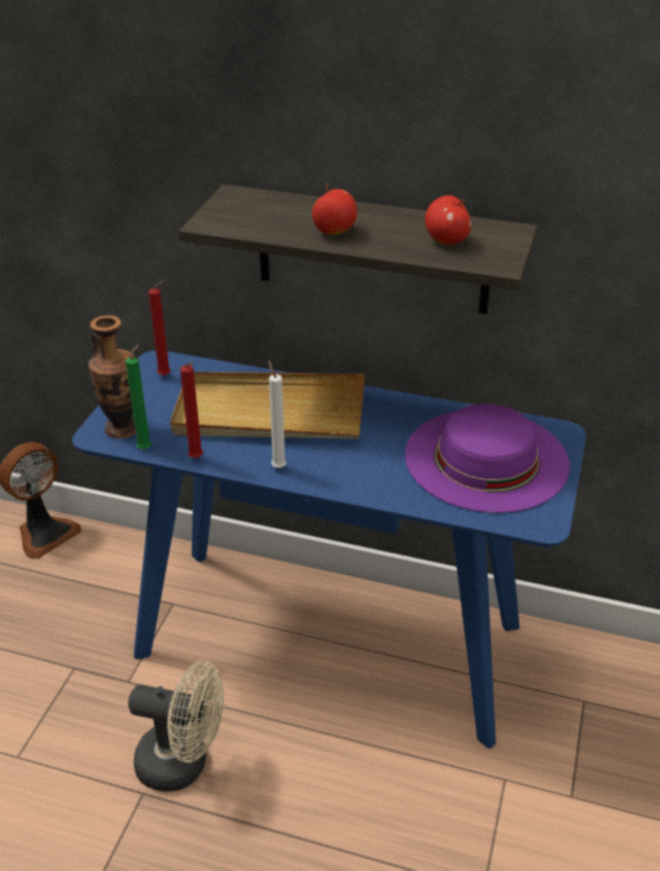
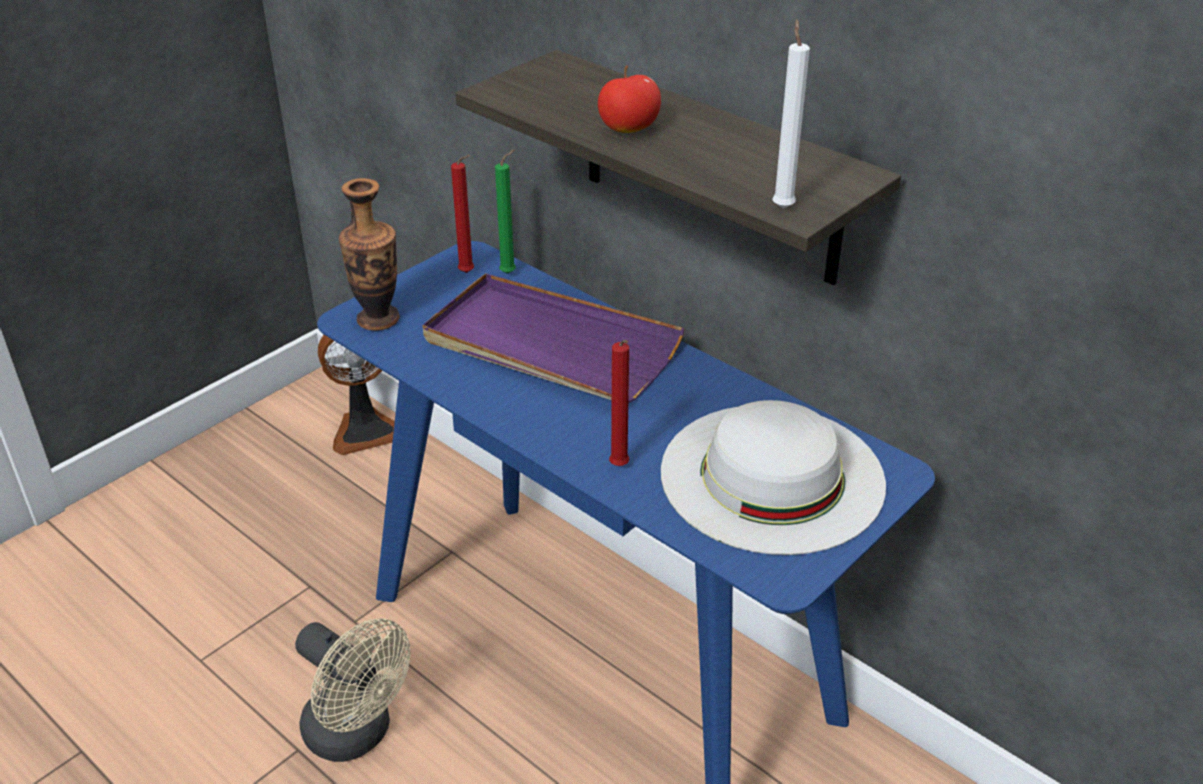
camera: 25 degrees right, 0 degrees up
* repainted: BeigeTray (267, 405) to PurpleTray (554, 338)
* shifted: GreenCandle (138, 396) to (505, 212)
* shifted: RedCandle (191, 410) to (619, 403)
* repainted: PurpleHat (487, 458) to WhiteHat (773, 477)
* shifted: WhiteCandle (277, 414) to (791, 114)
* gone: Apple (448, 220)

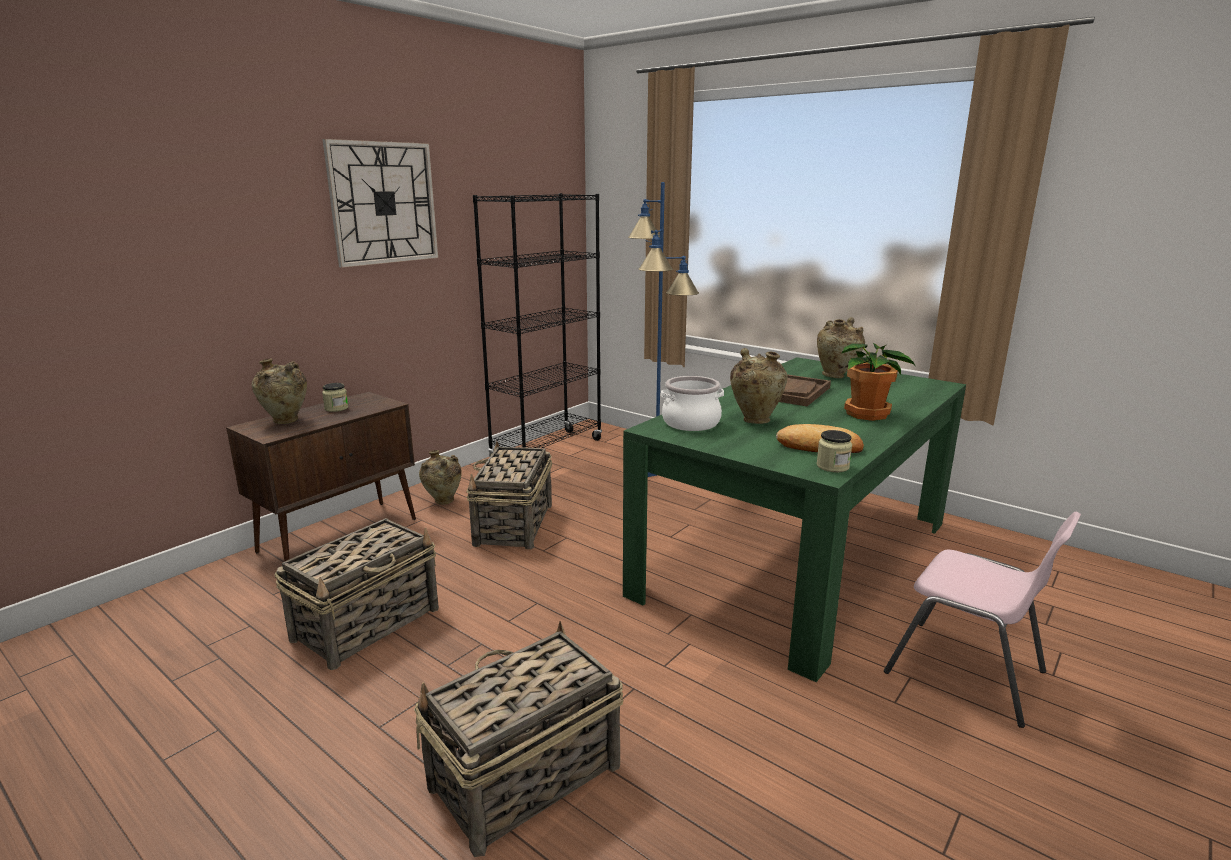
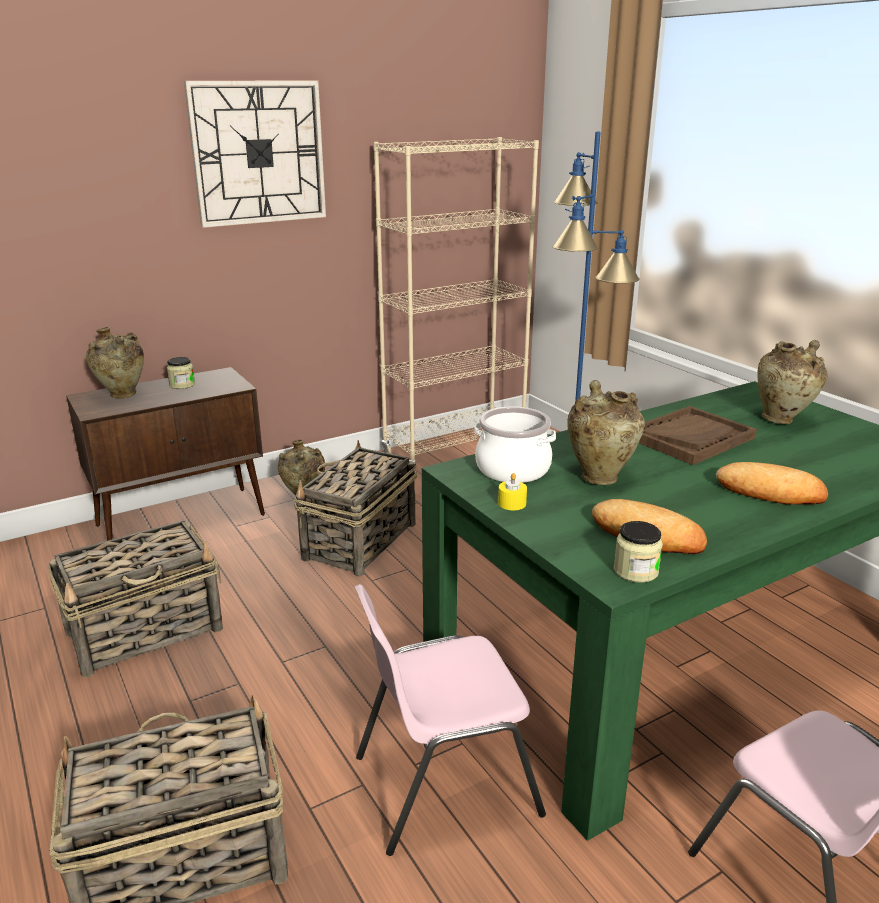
camera: 20 degrees right, 5 degrees up
* new: PinkChair (450, 720)
* repainted: BlackBookcase (537, 324) to BeigeBookcase (456, 304)
* new: YellowCandle (512, 491)
* swapped: PottedPlant (879, 382) to Bread (772, 483)

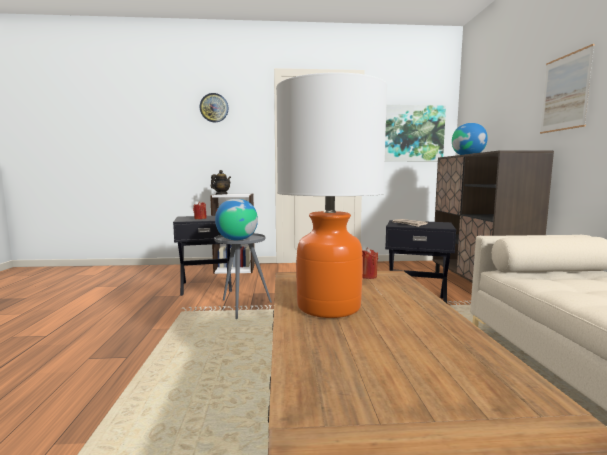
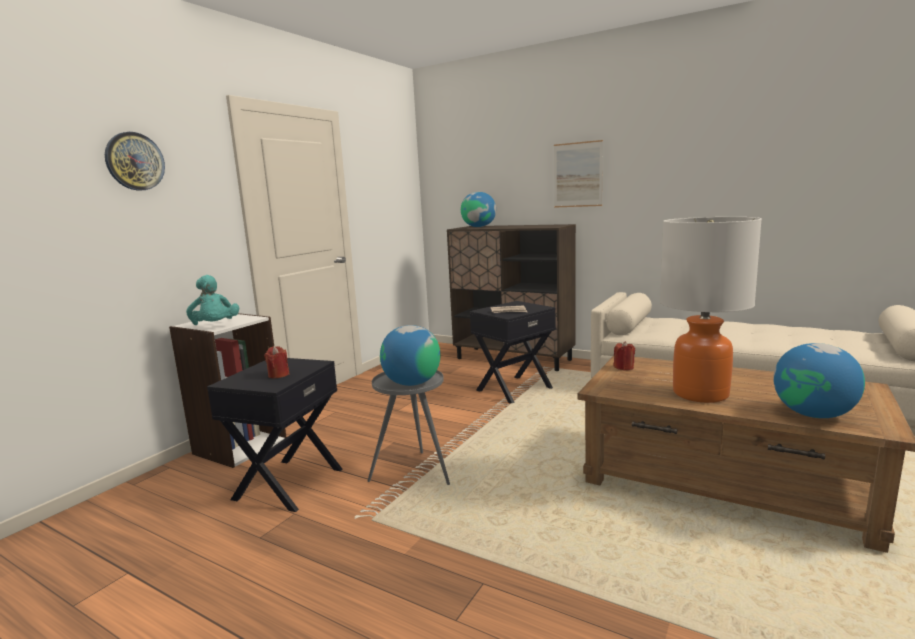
camera: 55 degrees left, 5 degrees up
* swapped: Teapot (221, 182) to TurquoisePlushToy (212, 300)
* new: Globe (819, 380)
* gone: Picture (415, 133)

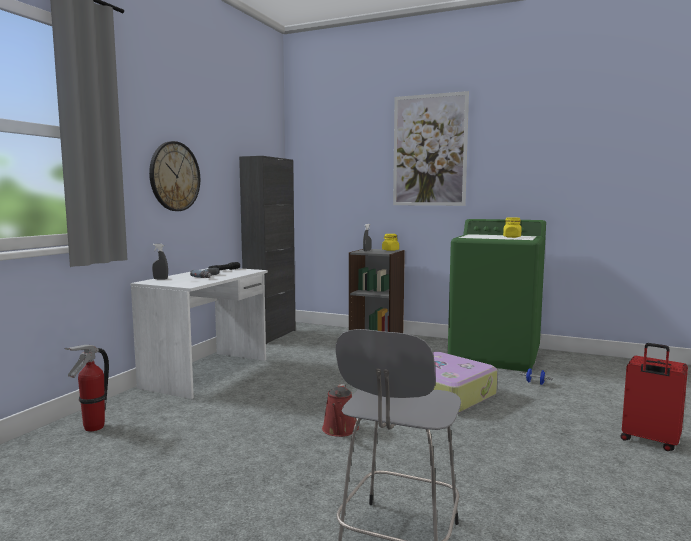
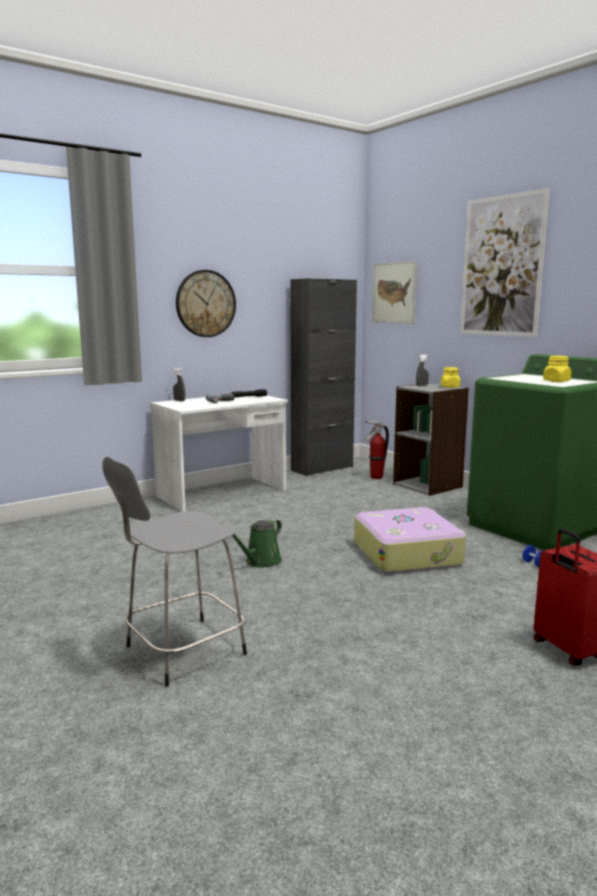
camera: 30 degrees right, 5 degrees up
* repainted: RedWateringCan (340, 410) to GreenWateringCan (257, 543)
* shifted: FireExtinguisher (86, 388) to (377, 450)
* new: Picture (394, 292)

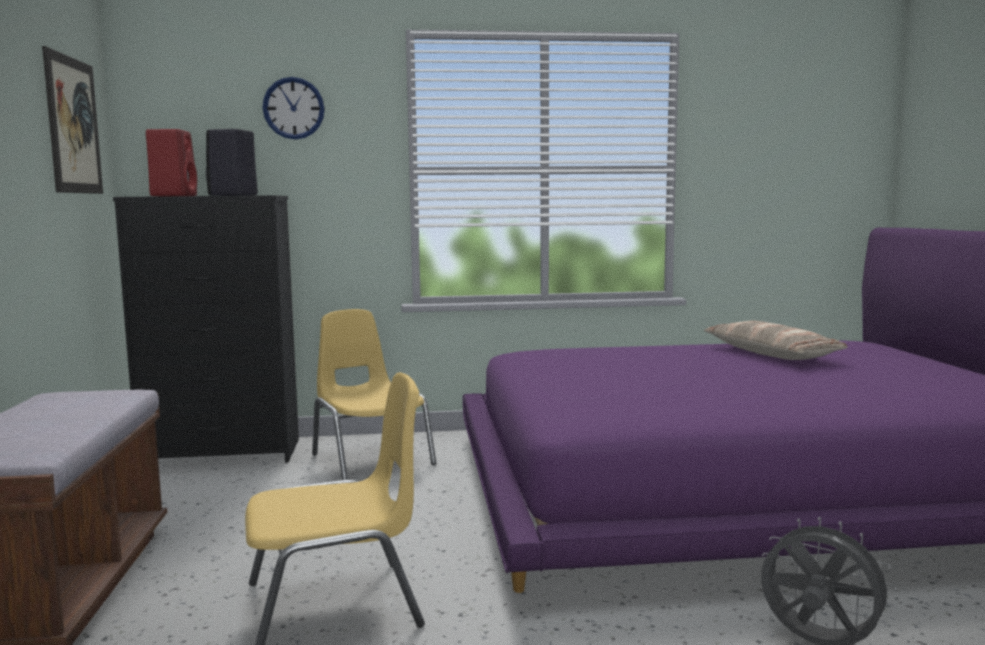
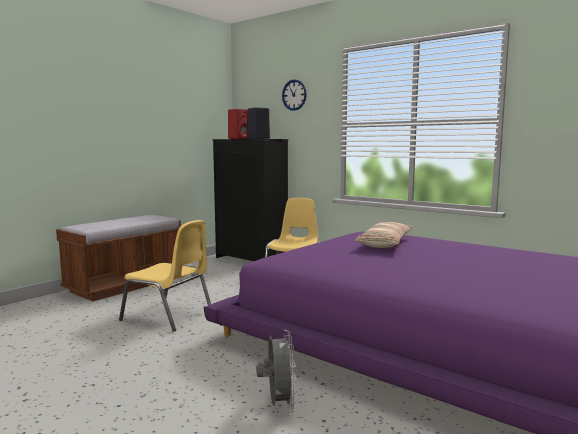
camera: 45 degrees right, 0 degrees up
* shifted: Pillow (775, 340) to (384, 235)
* gone: Picture (72, 120)

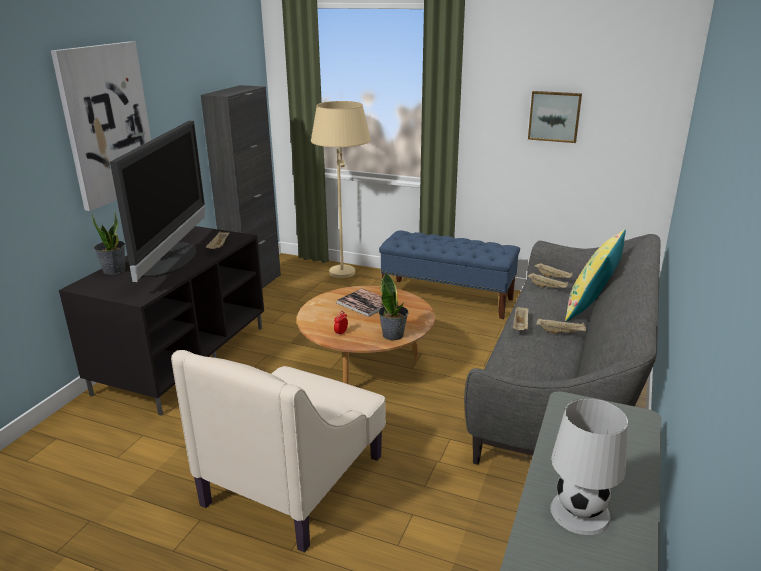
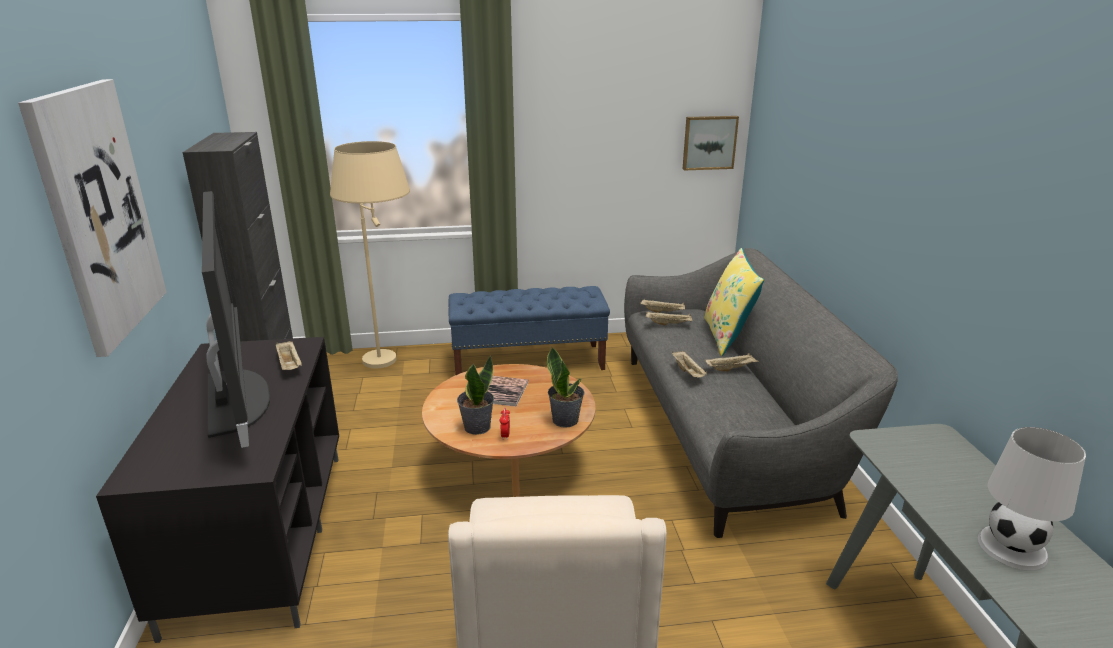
camera: 30 degrees left, 0 degrees up
* shifted: PottedPlant (108, 243) to (475, 395)
* shifted: Picture (555, 117) to (711, 143)

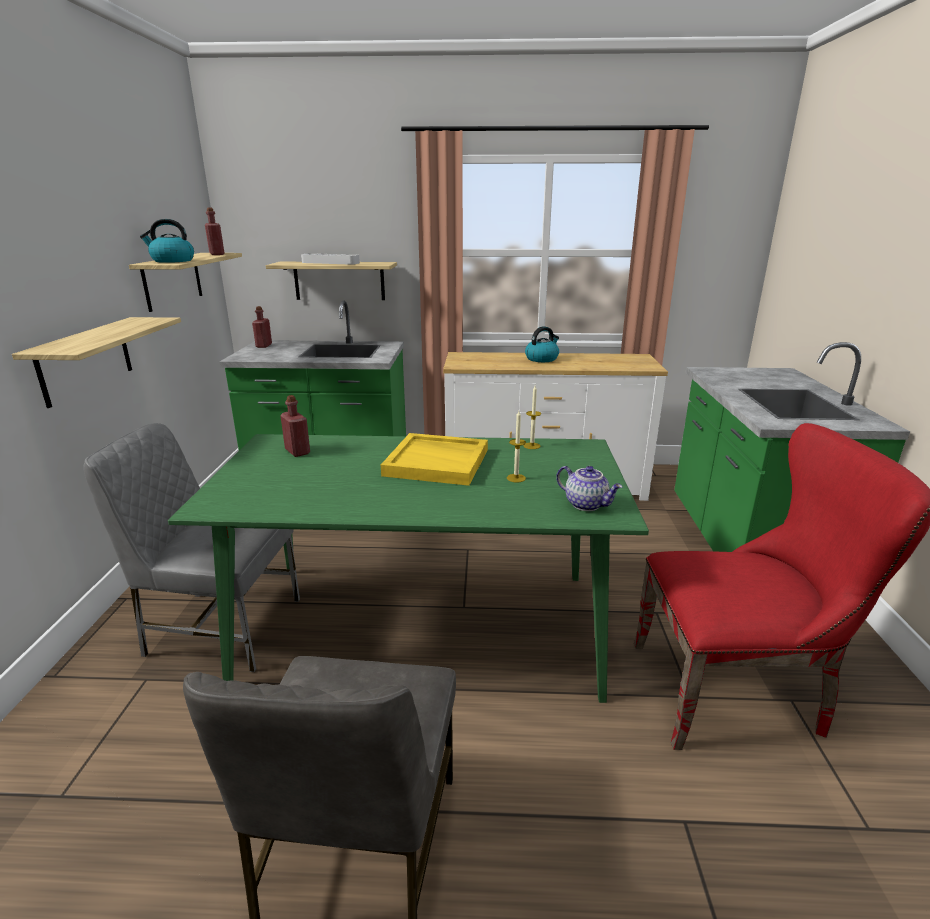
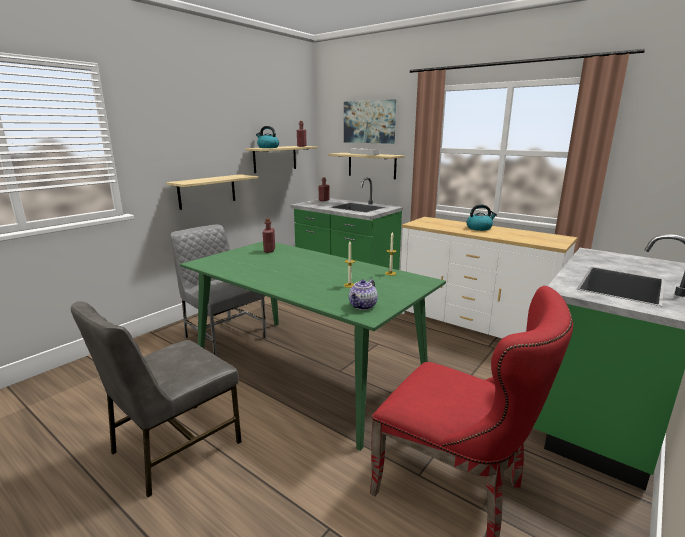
camera: 35 degrees right, 5 degrees down
* new: Picture (370, 121)
* rotated: Teapot (589, 488) = (363, 294) 45 degrees clockwise
* gone: YellowTray (434, 459)

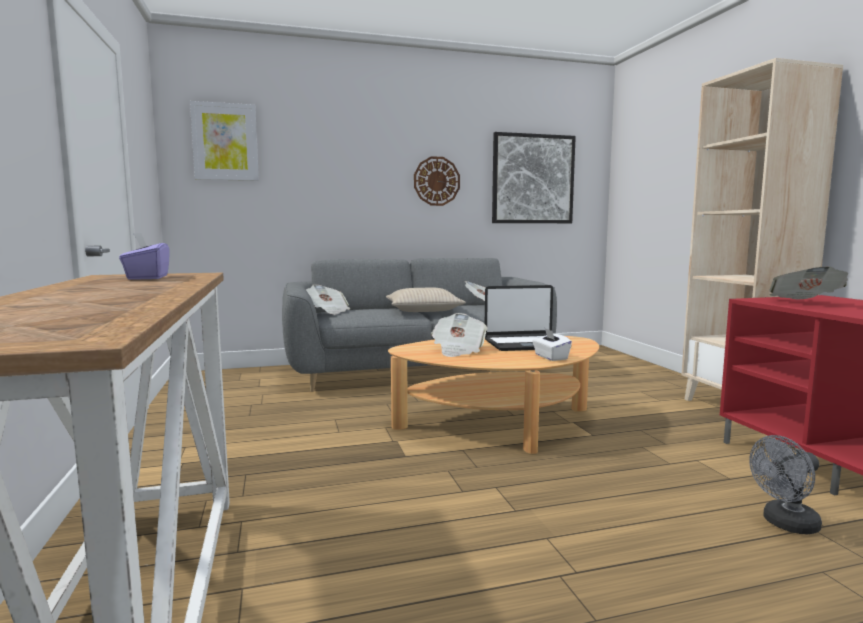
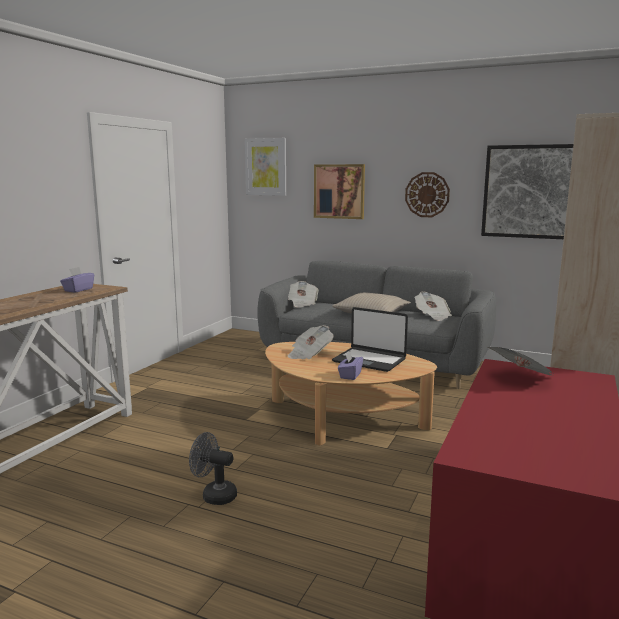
camera: 40 degrees right, 5 degrees up
* shifted: GreyFan (785, 485) to (213, 468)
* new: Picture (339, 191)
* repainted: WhiteTissueBox (552, 344) to PurpleTissueBox (350, 365)

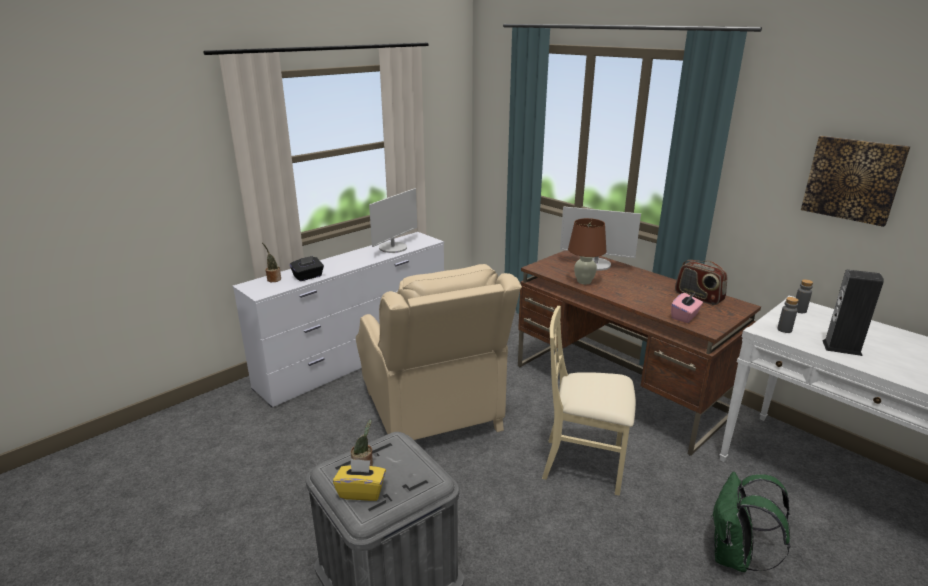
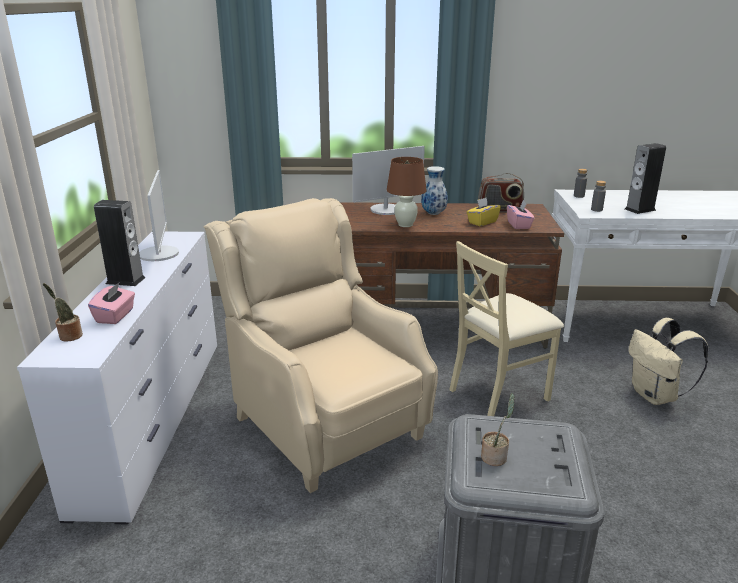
camera: 45 degrees left, 0 degrees up
* repainted: BlackTissueBox (307, 268) to PinkTissueBox (111, 303)
* new: Speaker (120, 243)
* rotated: BeigeArmchair (439, 352) = (320, 345) 150 degrees counterclockwise
* new: Vase (434, 190)
* shifted: YellowTissueBox (359, 479) to (484, 211)
* repainted: GreenBackpack (750, 522) to BeigeBackpack (668, 361)
* gone: Picture (855, 181)

